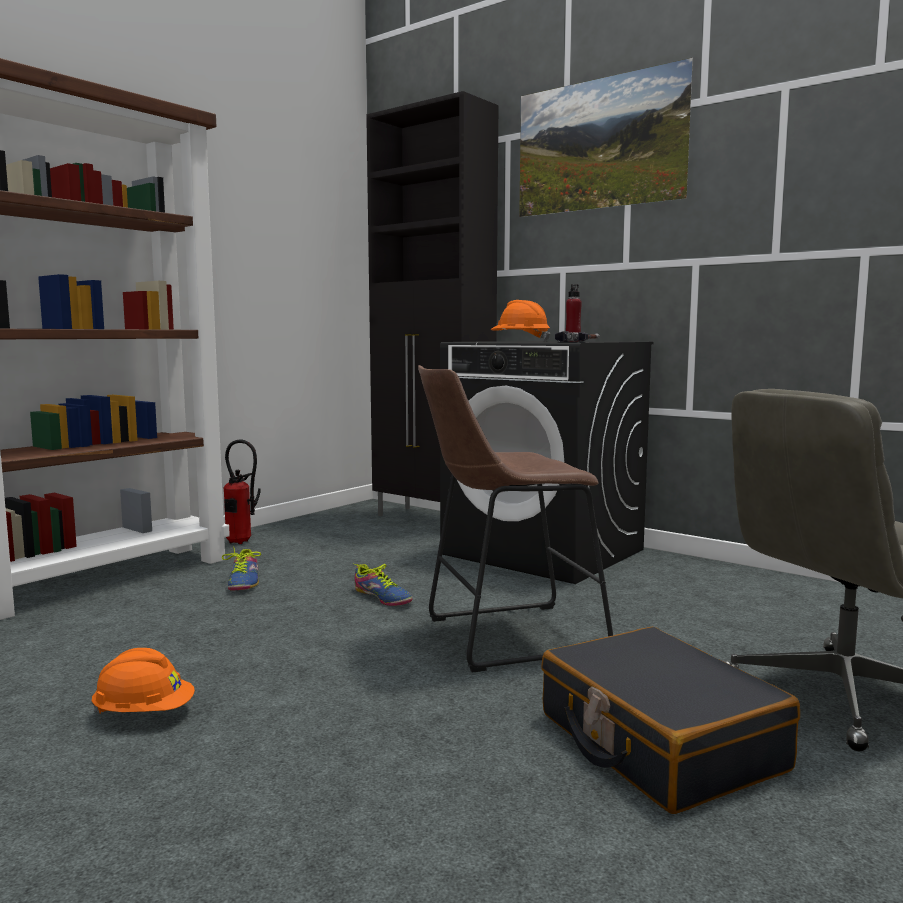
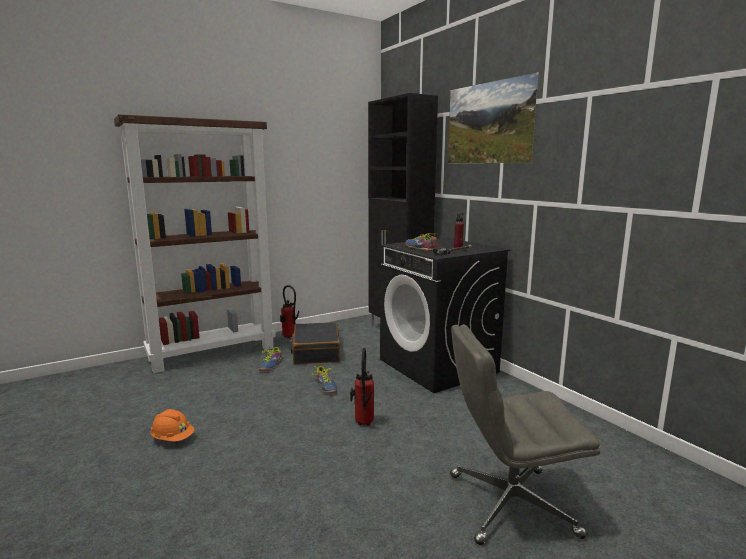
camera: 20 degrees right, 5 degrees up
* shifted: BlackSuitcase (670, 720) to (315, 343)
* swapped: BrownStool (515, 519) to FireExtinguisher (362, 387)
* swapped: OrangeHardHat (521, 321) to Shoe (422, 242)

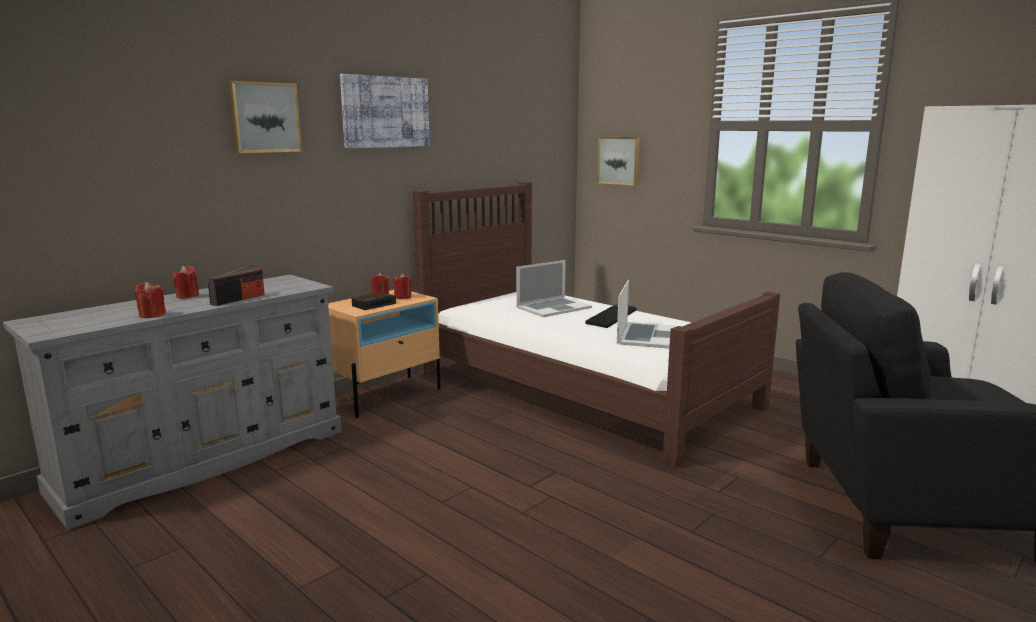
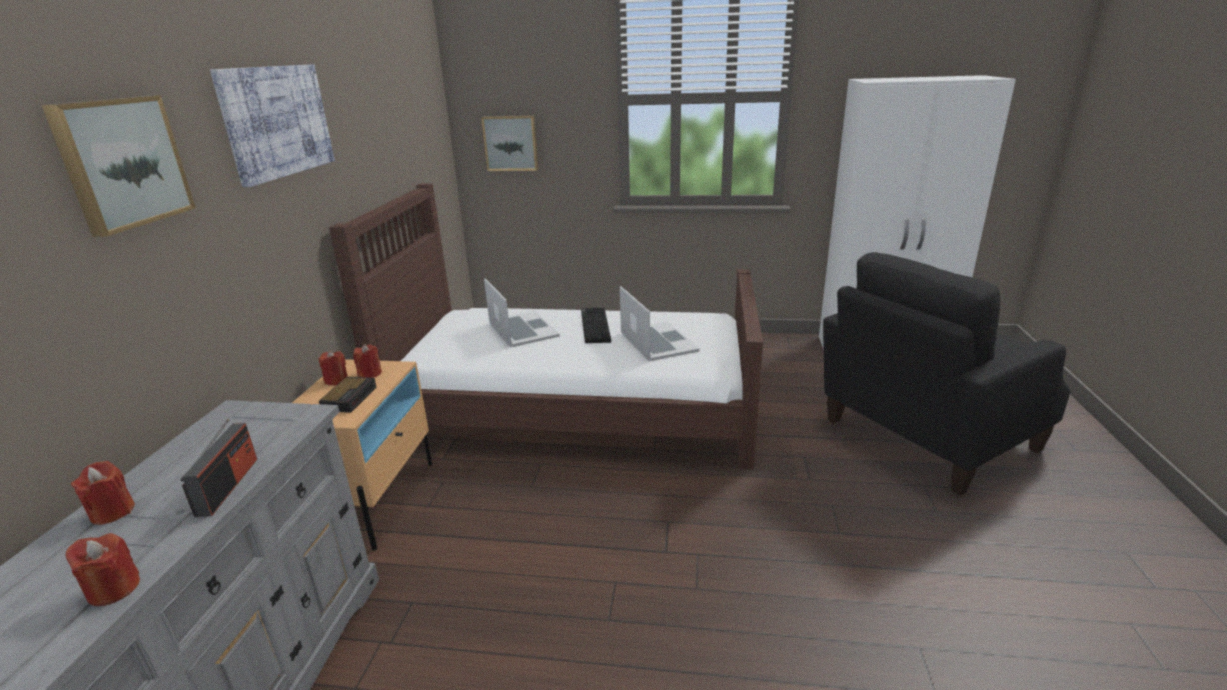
camera: 35 degrees left, 10 degrees up
* rotated: Laptop (554, 288) = (522, 312) 45 degrees counterclockwise

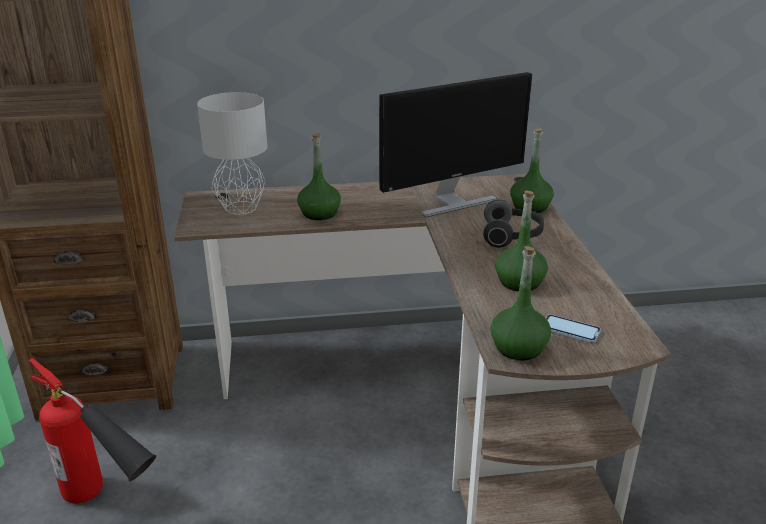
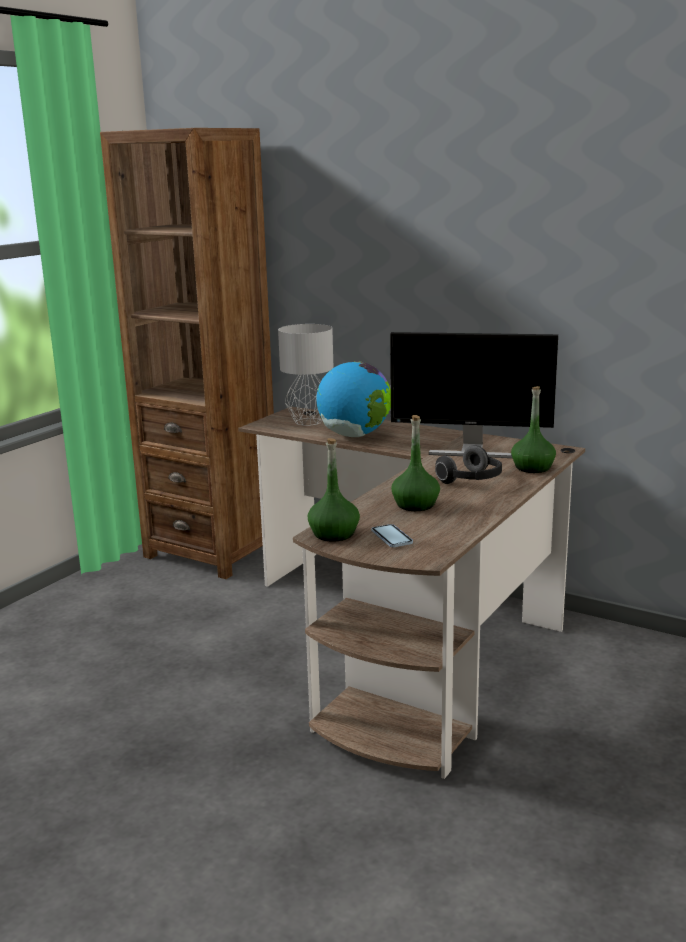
camera: 40 degrees right, 10 degrees down
* swapped: GreenBottle (319, 177) to Globe (353, 399)
* gone: FireExtinguisher (92, 431)

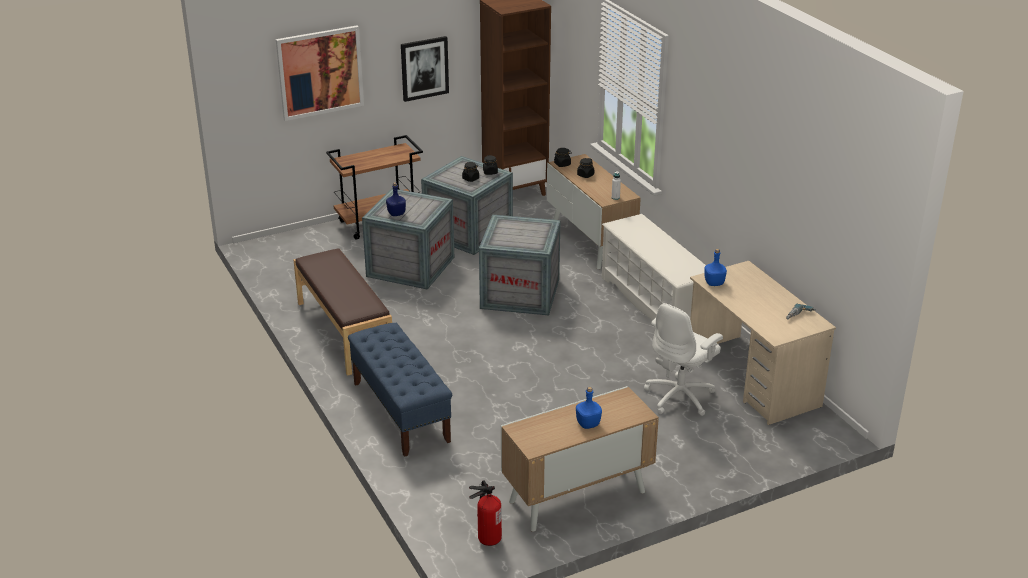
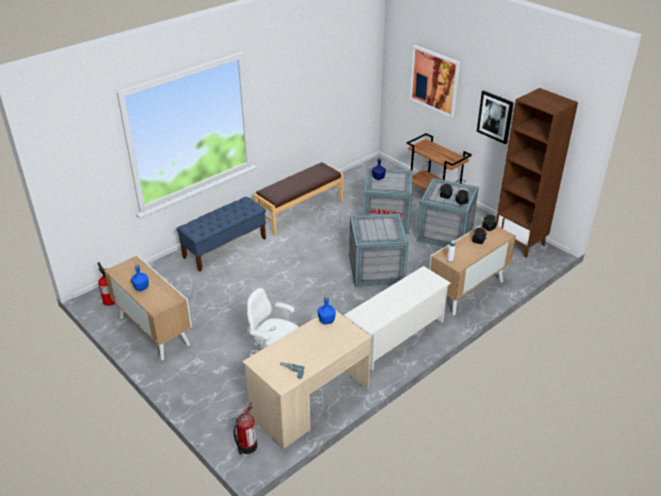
camera: 75 degrees right, 5 degrees up
* new: FireExtinguisher (245, 429)

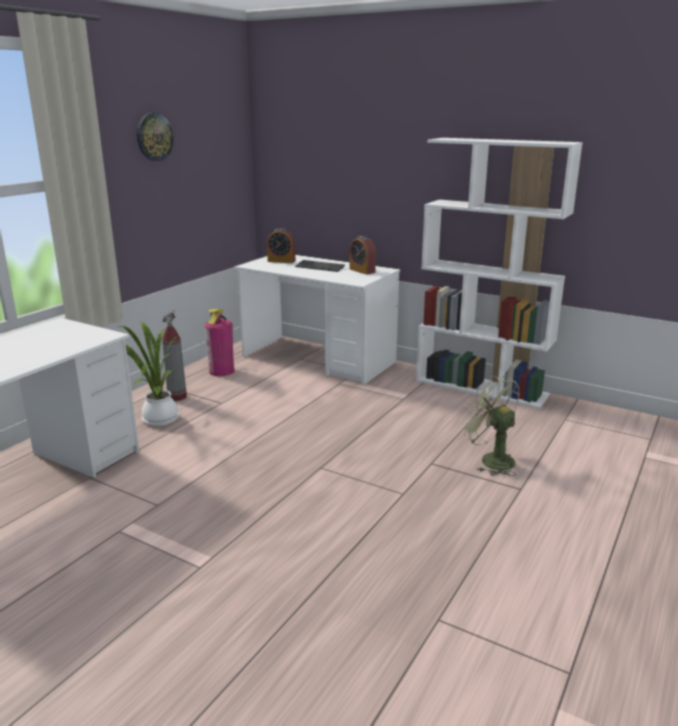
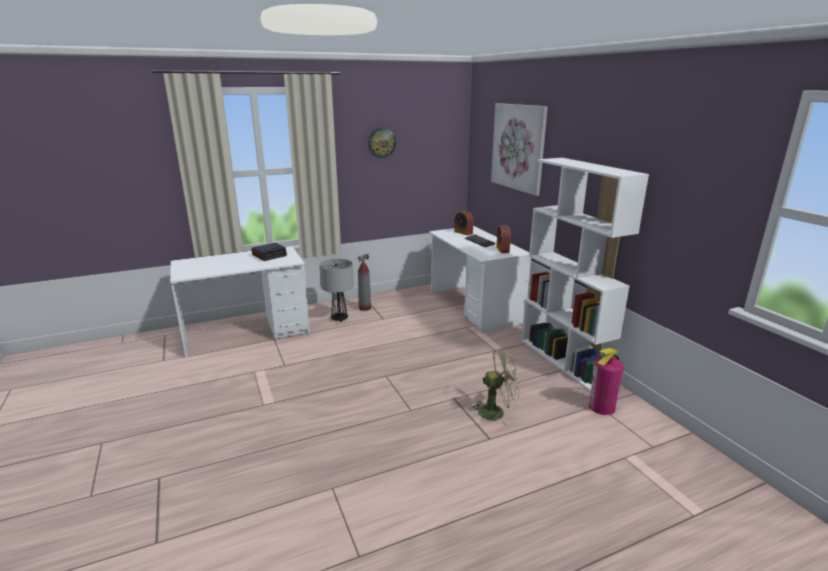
camera: 35 degrees right, 0 degrees up
* new: AlarmClock (269, 252)
* swapped: PottedPlant (149, 373) to TableLamp (336, 290)
* rotated: GreenFan (489, 426) = (495, 387) 90 degrees clockwise
* new: Picture (519, 149)
* shifted: FireExtinguisher (219, 342) to (606, 381)

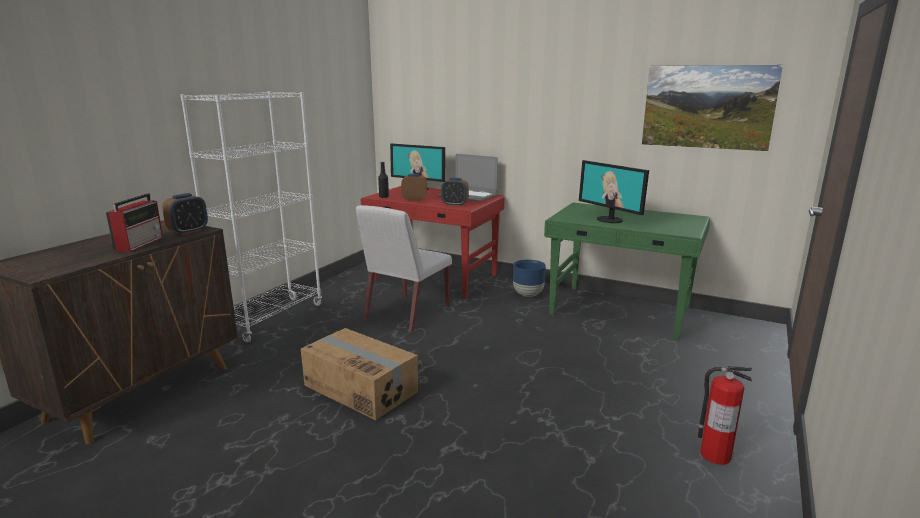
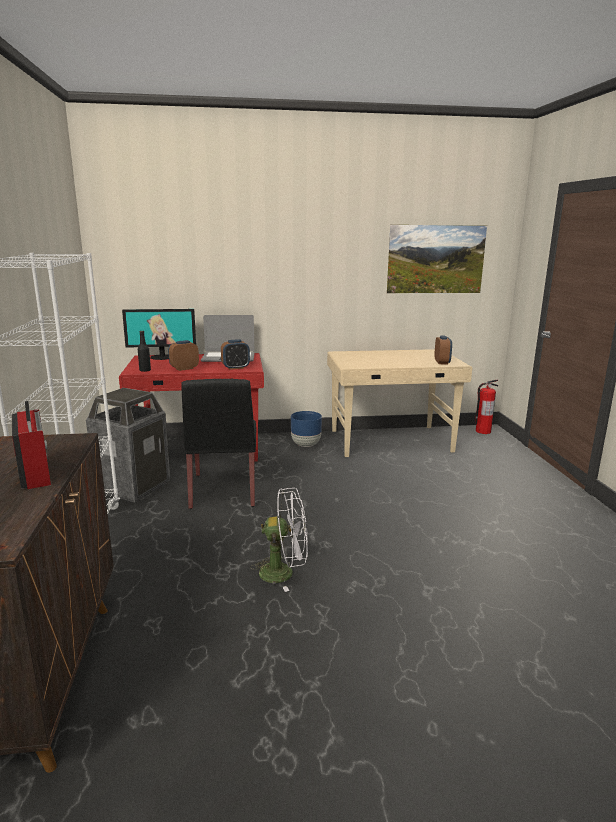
camera: 35 degrees left, 0 degrees up
* new: TrashCan (128, 445)
* repainted: WhiteChair (404, 268) to BlackChair (218, 444)
* swapped: CardboardBox (359, 374) to WhiteFan (279, 540)
* repainted: GreenDesk (627, 271) to BeigeDesk (399, 403)
* shifted: AlarmClock (185, 214) to (443, 349)
* shifted: FireExtinguisher (725, 415) to (486, 406)
* gone: Monitor (614, 191)

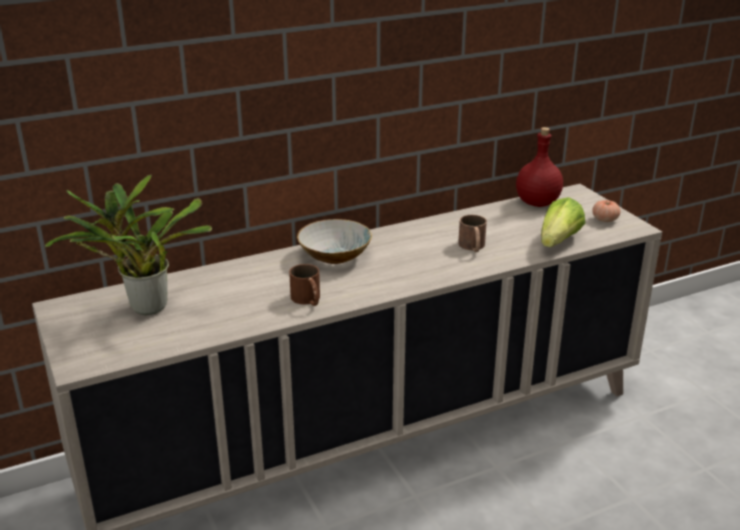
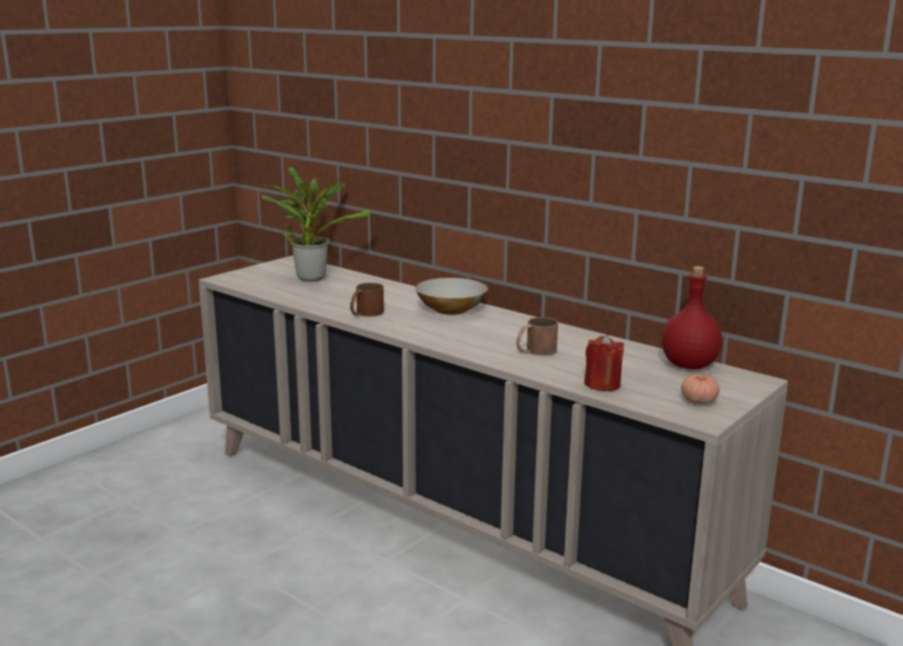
camera: 65 degrees right, 10 degrees down
* swapped: Lettuce (563, 222) to RedCandle (604, 363)

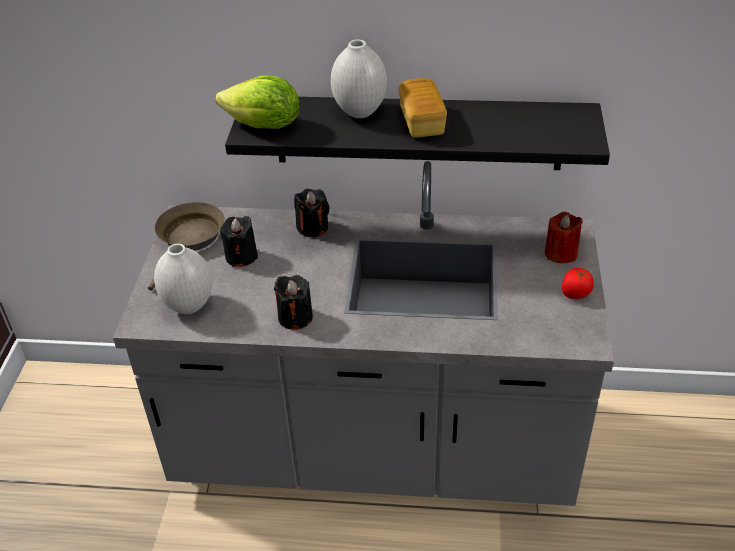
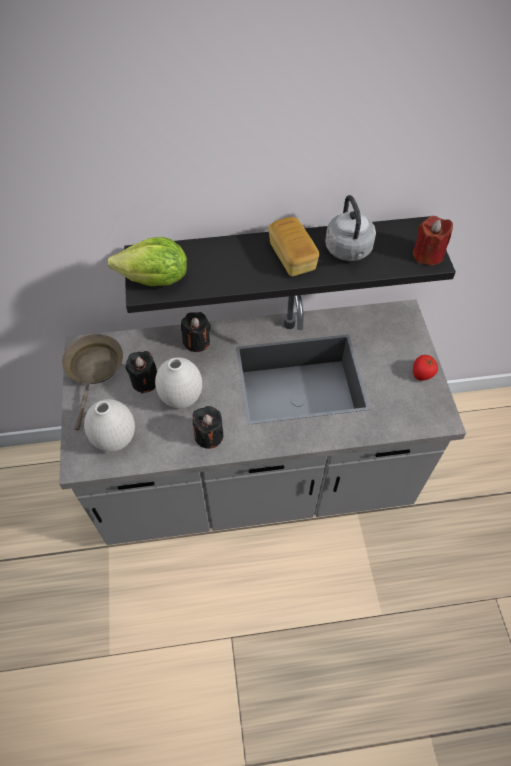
camera: 15 degrees left, 15 degrees up
* shifted: WhiteVase (359, 78) to (178, 382)
* new: GreyKettle (350, 228)
* shifted: RedCandle (564, 238) to (433, 240)

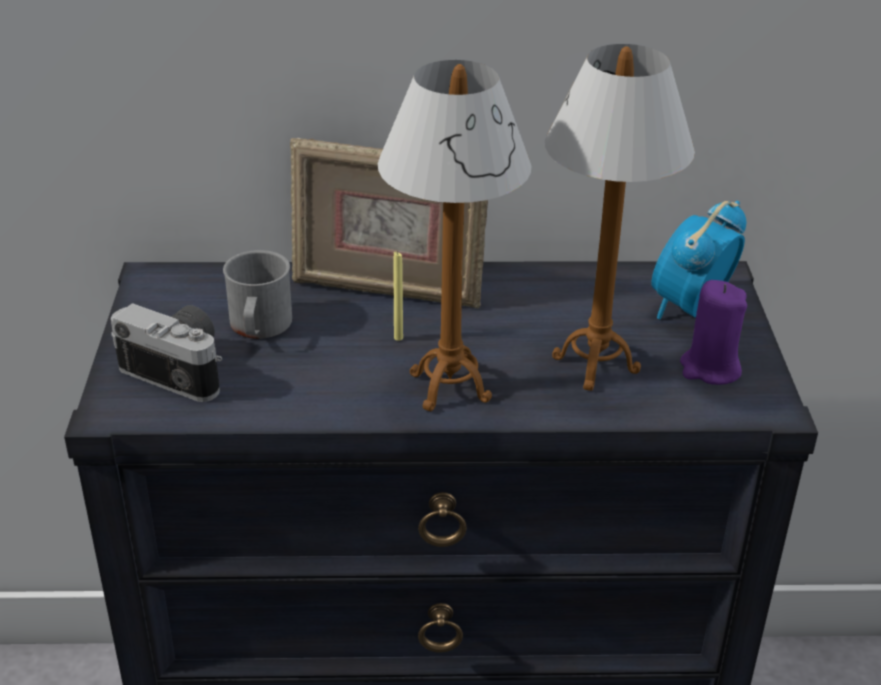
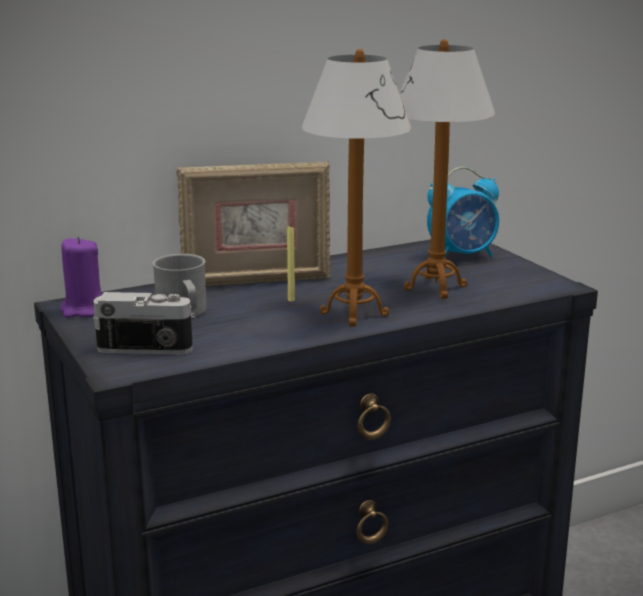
camera: 25 degrees left, 15 degrees down
* shifted: PurpleCandle (713, 332) to (81, 277)
* rotated: AlarmClock (699, 260) = (463, 212) 120 degrees counterclockwise

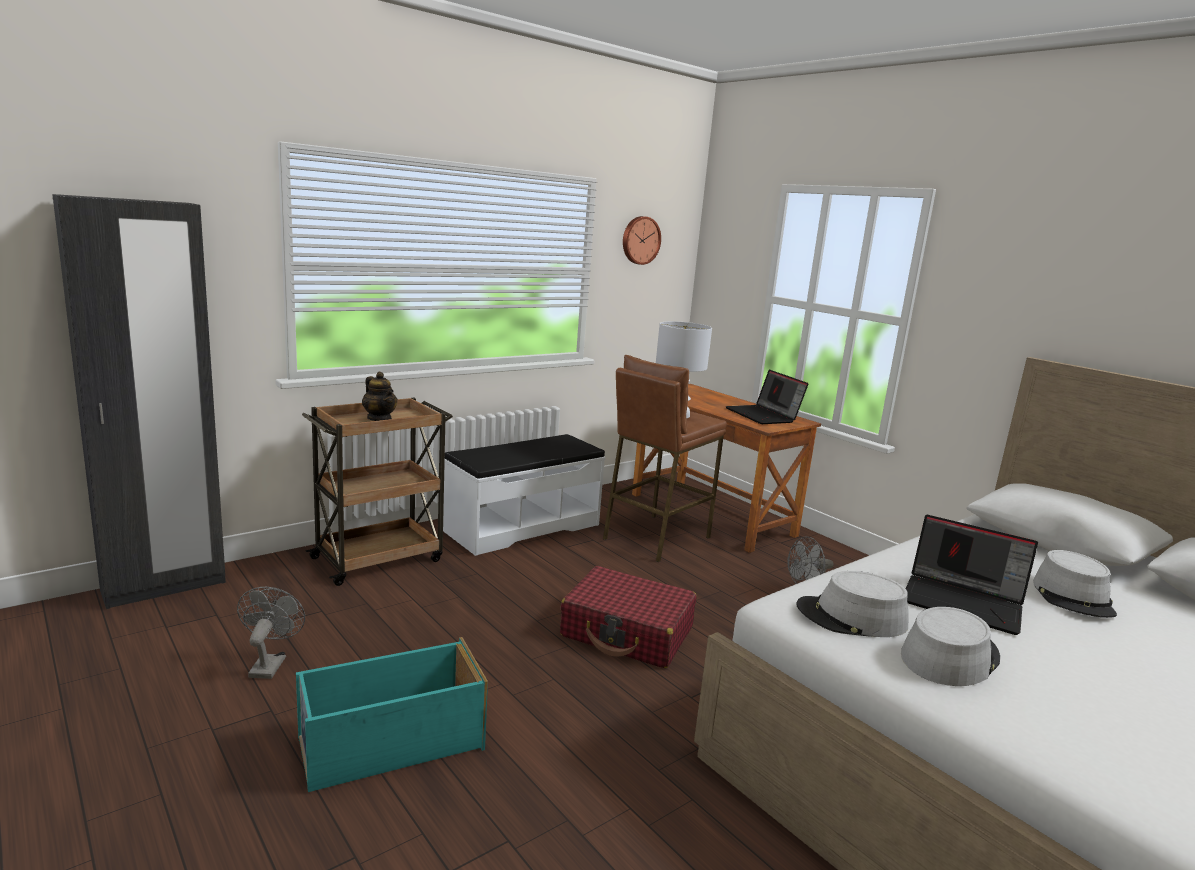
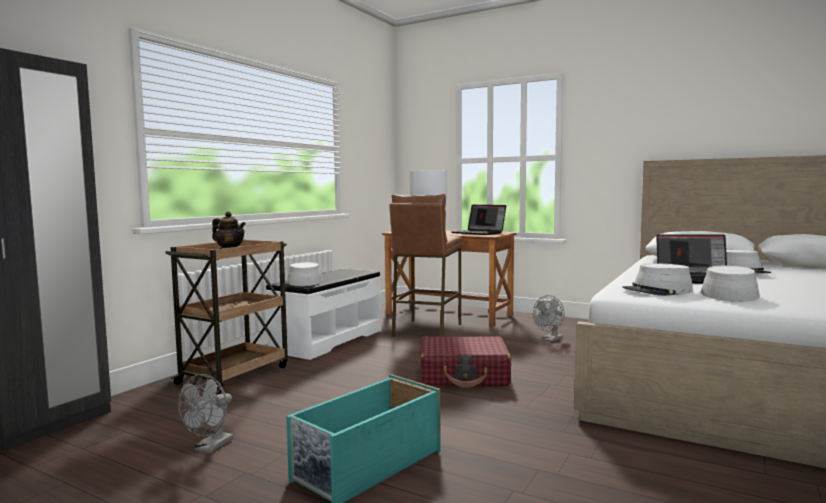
camera: 20 degrees left, 10 degrees down
* rotated: GreyFan (271, 633) = (206, 414) 135 degrees counterclockwise
* new: GreyHat (305, 274)
* gone: WallClock (642, 240)

